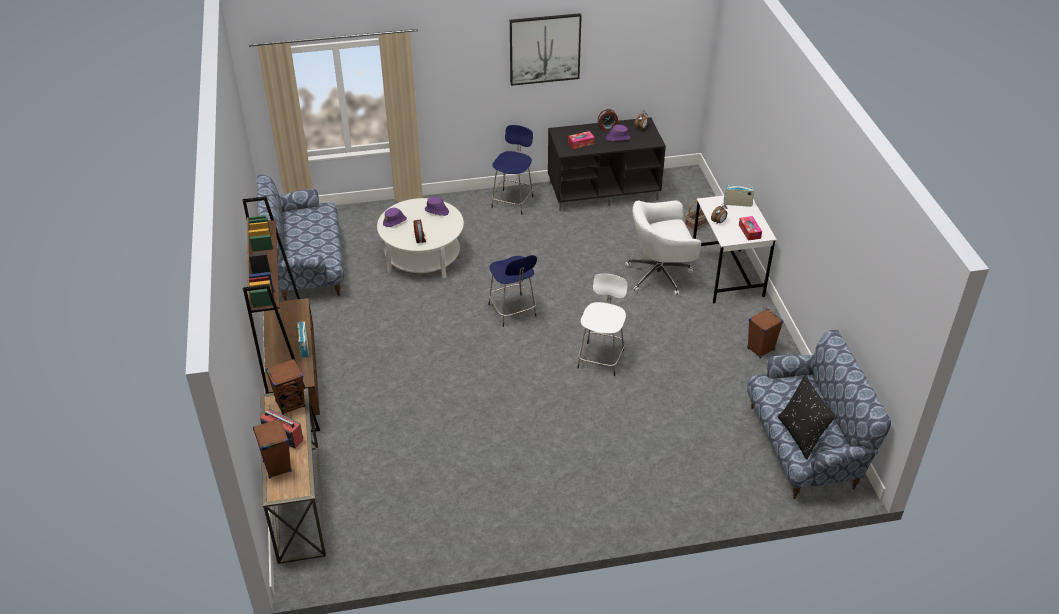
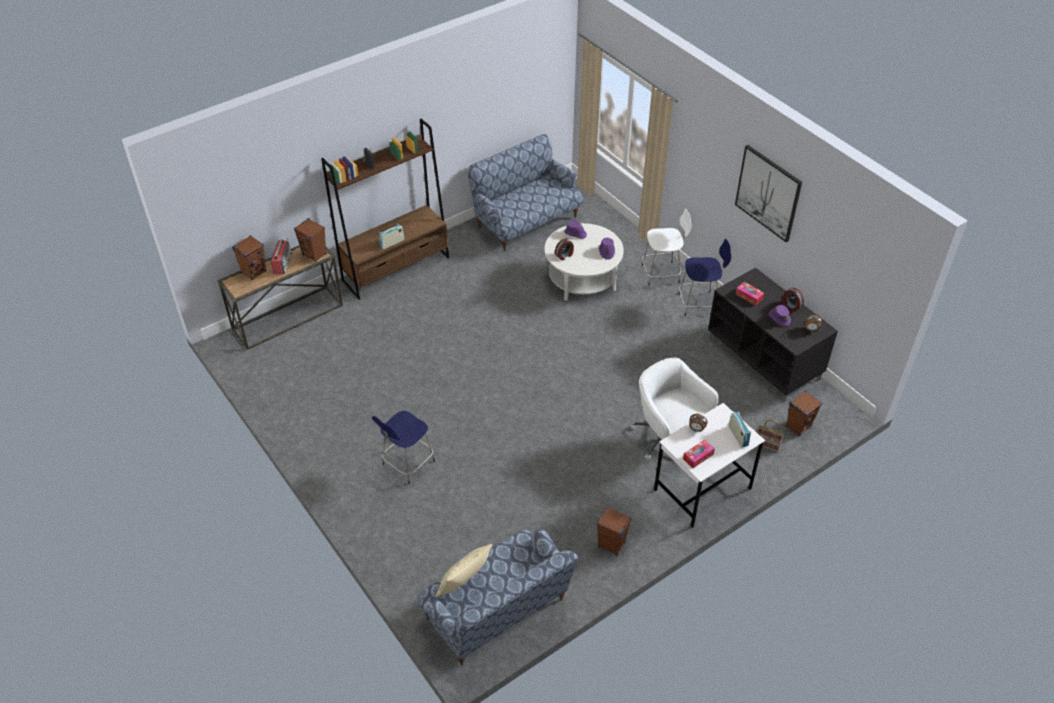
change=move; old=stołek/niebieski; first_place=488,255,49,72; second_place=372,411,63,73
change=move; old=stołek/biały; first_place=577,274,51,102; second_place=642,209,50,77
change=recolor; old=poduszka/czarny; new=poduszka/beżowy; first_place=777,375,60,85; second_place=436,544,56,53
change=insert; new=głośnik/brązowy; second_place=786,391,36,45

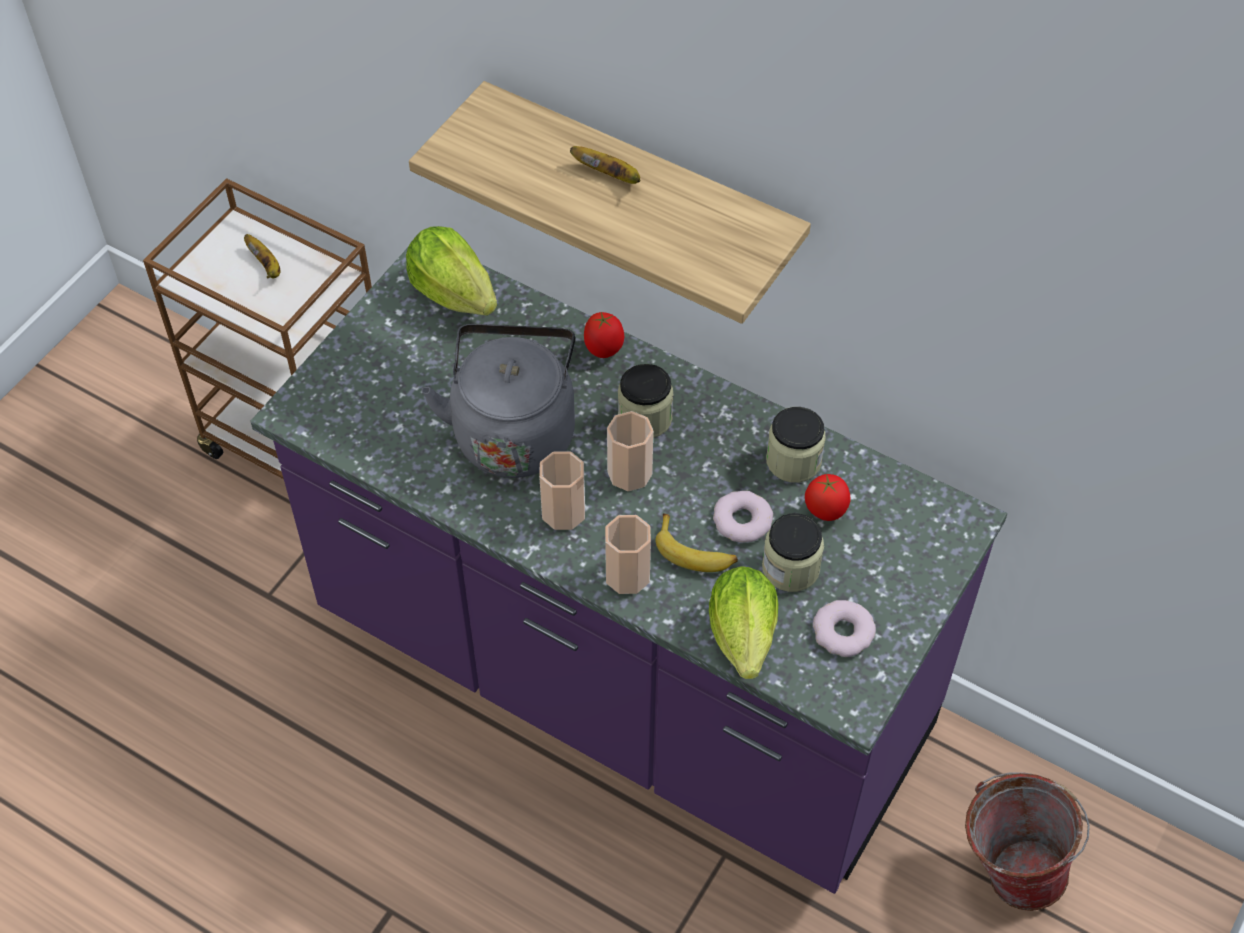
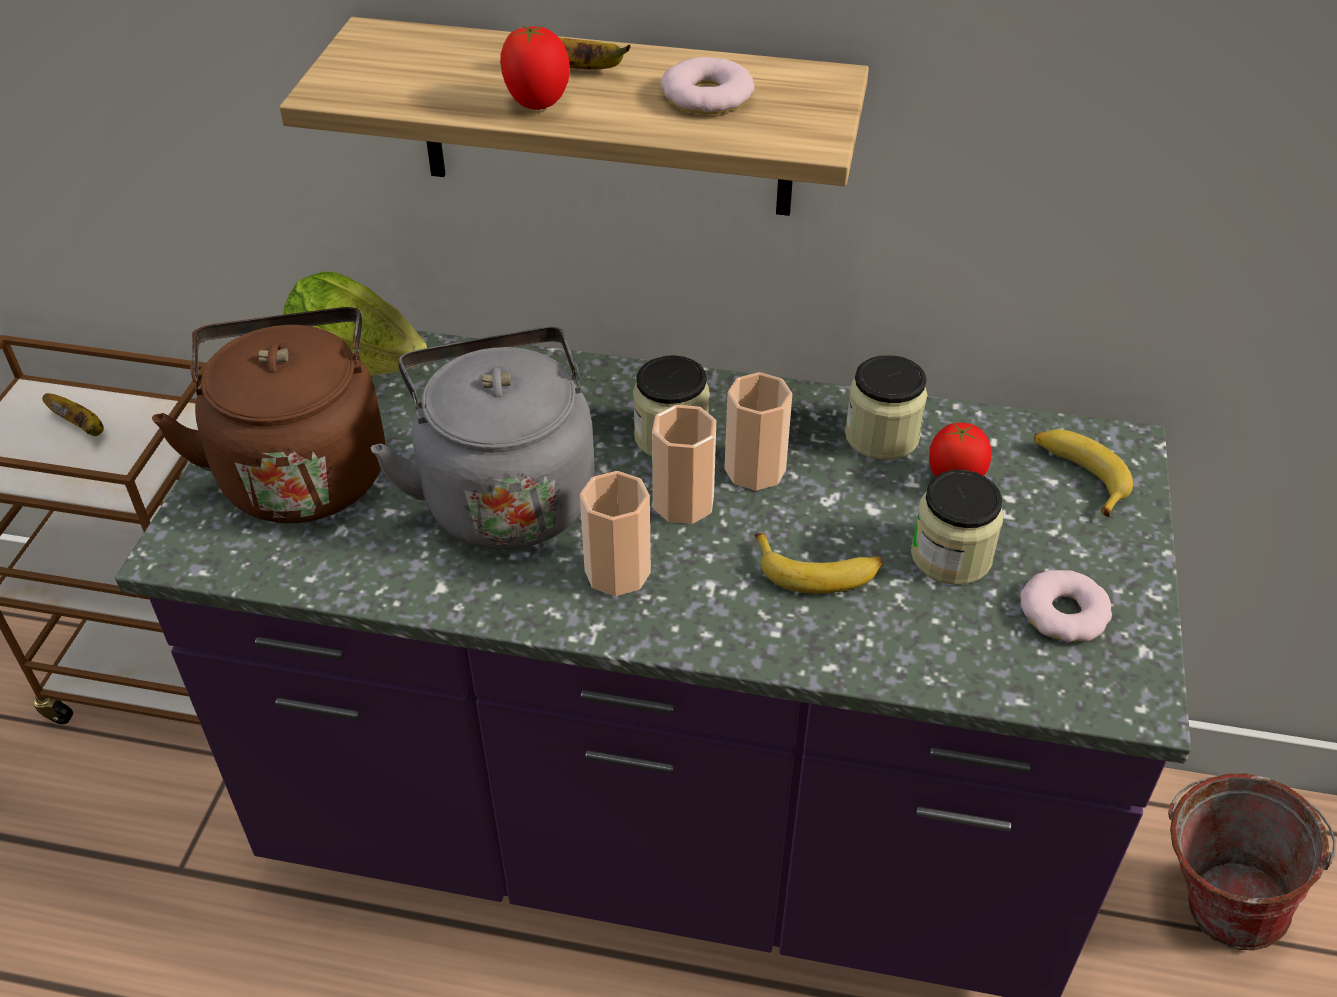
change=move; old=pomidor; first_place=584,312,40,46; second_place=500,25,70,85
change=move; old=filiżanka; first_place=605,515,46,79; second_place=725,372,67,119
change=delete; old=sałata; first_place=709,566,69,113
change=move; old=donut; first_place=713,491,60,52; second_place=661,57,94,57
change=insert; new=czajnik/brązowy; second_place=152,307,233,216
change=insert; new=banan; second_place=1034,429,99,88

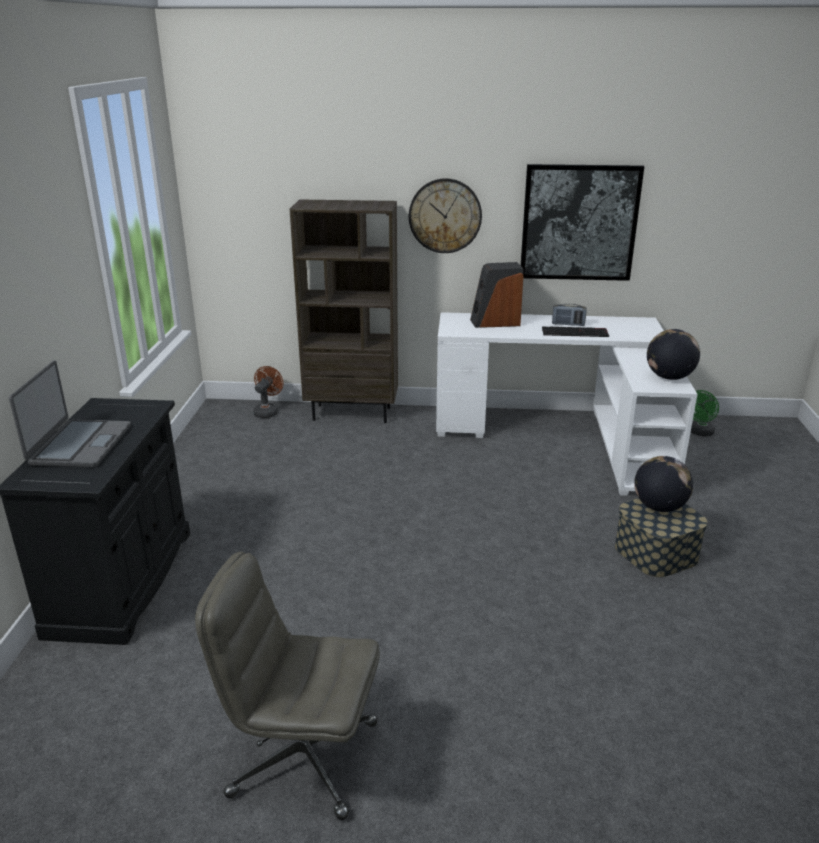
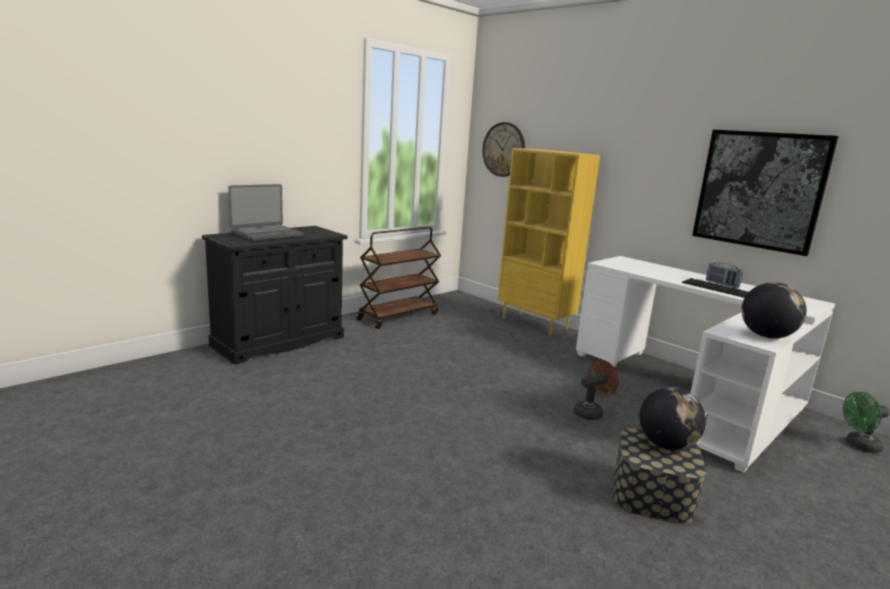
change=delete; old=krzesło biurowe/szary; first_place=195,552,185,268
change=move; old=wentylator/brązowy; first_place=253,366,31,52; second_place=573,360,46,60
change=recolor; old=regał/brązowy; new=regał/żółty; first_place=290,199,108,224; second_place=498,148,102,188
change=move; old=zegar ścienny; first_place=409,178,73,75; second_place=482,122,43,55
change=delete; old=głośnik; first_place=470,262,54,66
change=insert; new=wózek/brązowy; second_place=356,227,85,102

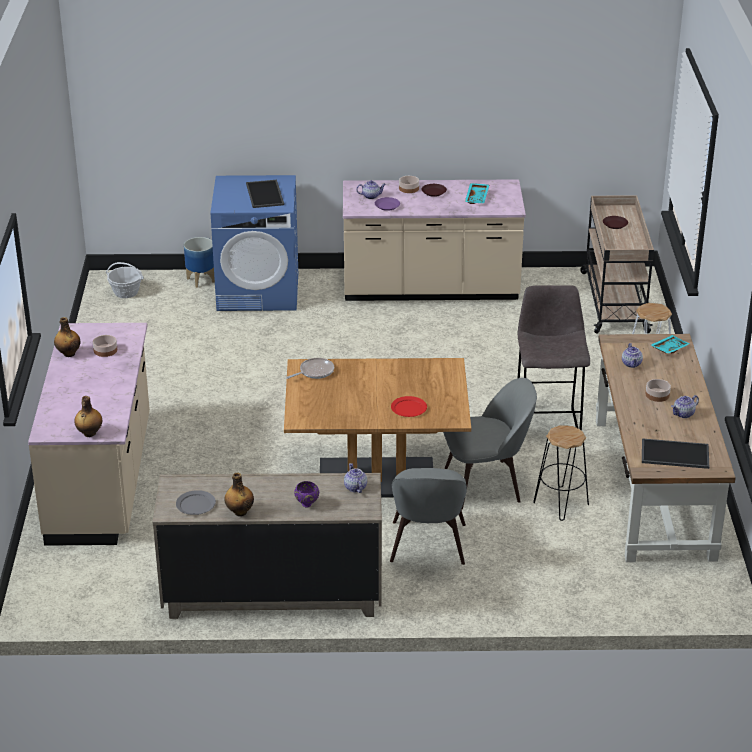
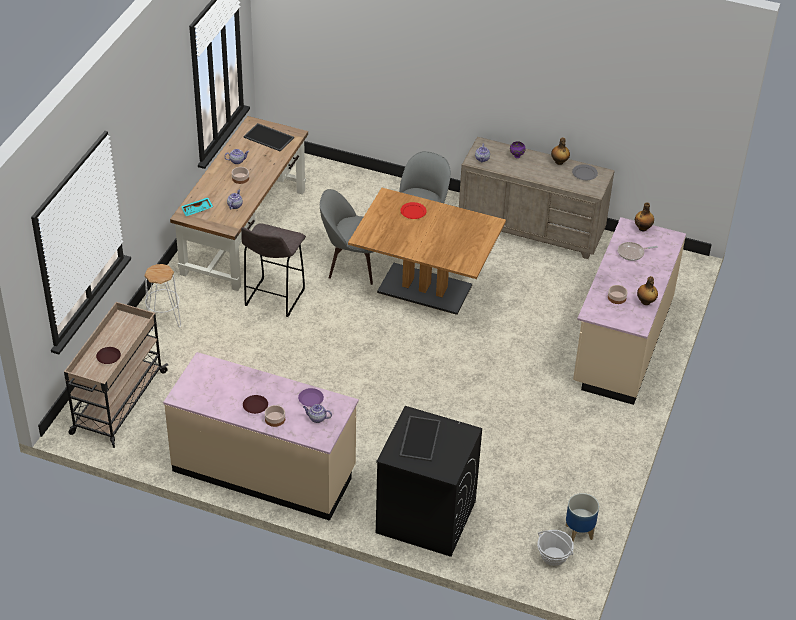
change=move; old=donica; first_place=184,237,31,51; second_place=566,493,33,48
change=recolor; old=pralka/niebieski; new=pralka/czarny; first_place=211,175,87,136; second_place=376,406,106,151
change=move; old=patelnia; first_place=286,358,48,21; second_place=618,242,40,19
change=delete; old=taca/turkusowy; first_place=465,183,24,21
change=delete; old=stołek/czarny; first_place=533,426,56,95

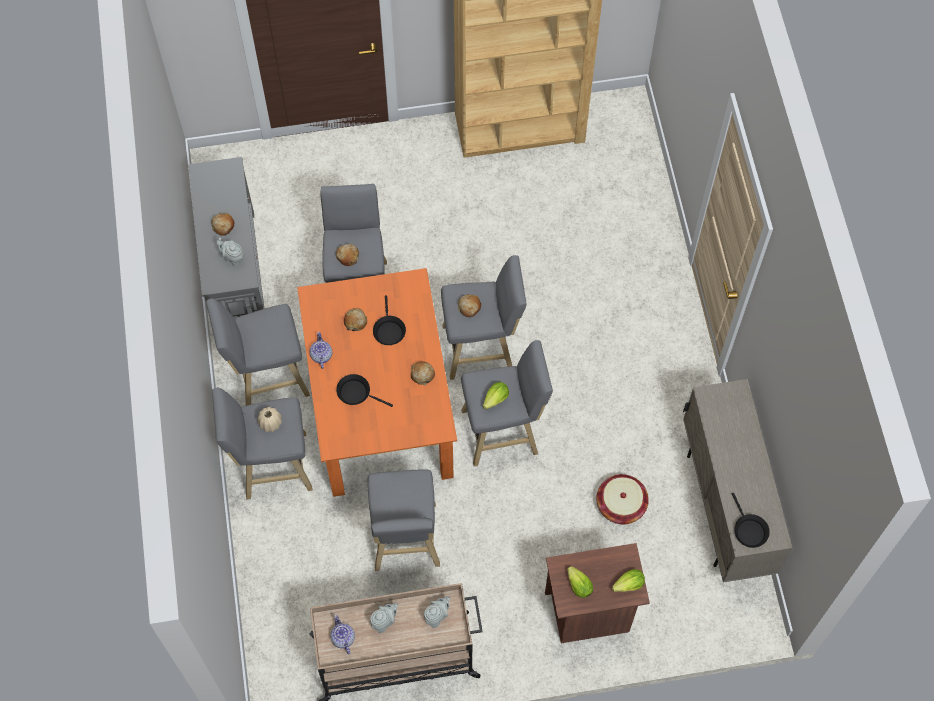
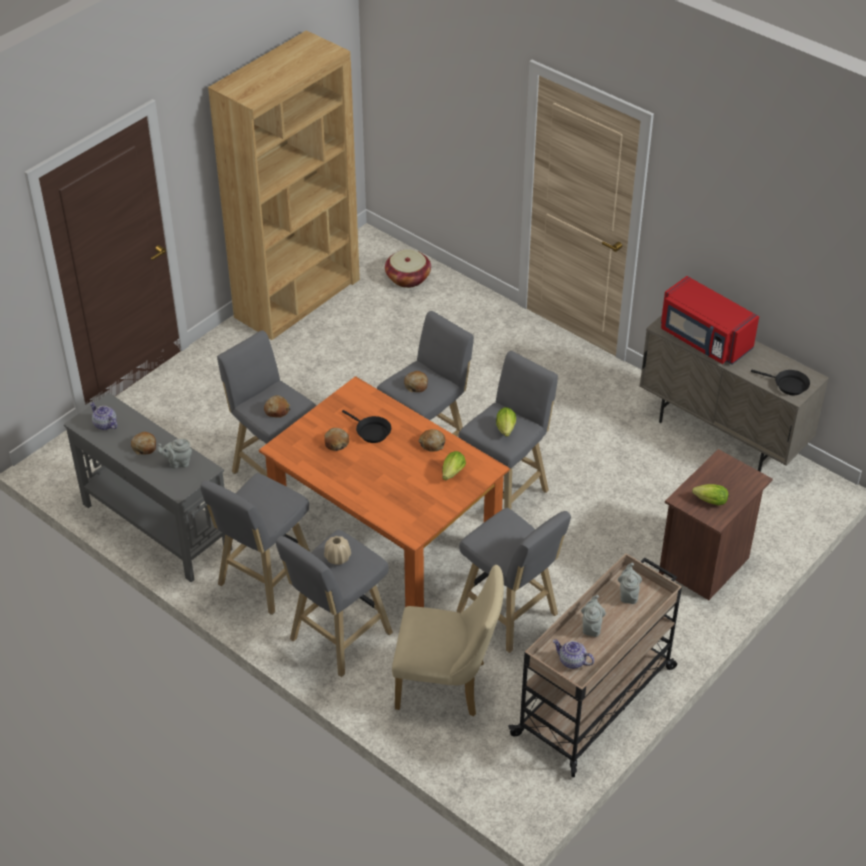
change=move; old=imbryk; first_place=310,332,22,37; second_place=90,402,28,28
change=delete; old=patelnia/czarny; first_place=336,374,57,33
change=move; old=koszyk; first_place=596,474,53,50; second_place=385,249,46,39
change=move; old=sałata; first_place=612,569,33,23; second_place=442,451,24,29
change=insert; new=krzesło/beżowy; second_place=392,565,112,152
change=insert; new=mikrofalówka/czerwony; second_place=661,276,98,89

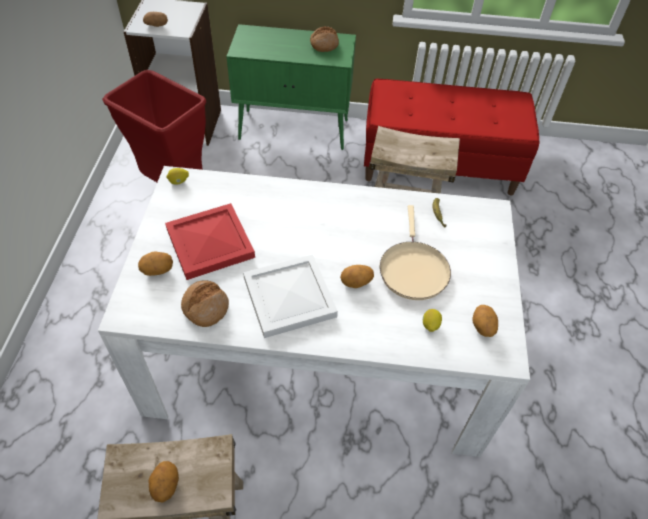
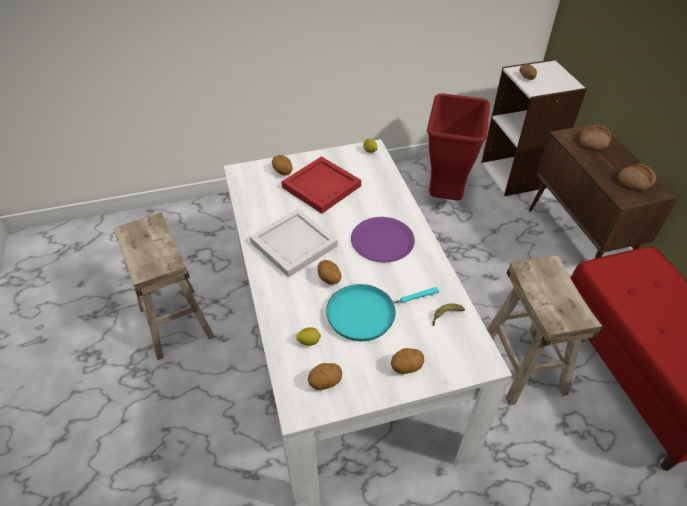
change=move; old=ziemniak; first_place=148,461,31,41; second_place=391,348,33,26
change=move; old=chleb; first_place=181,281,48,46; second_place=580,125,31,25
change=recolor; old=szafka/zielony; new=szafka/brązowy; first_place=226,24,130,126; second_place=529,123,149,136
change=recolor; old=patelnia/beżowy; new=patelnia/turkusowy; first_place=380,205,71,95; second_place=326,284,113,57
change=insert; new=talerz/fioletowy; second_place=351,217,64,45

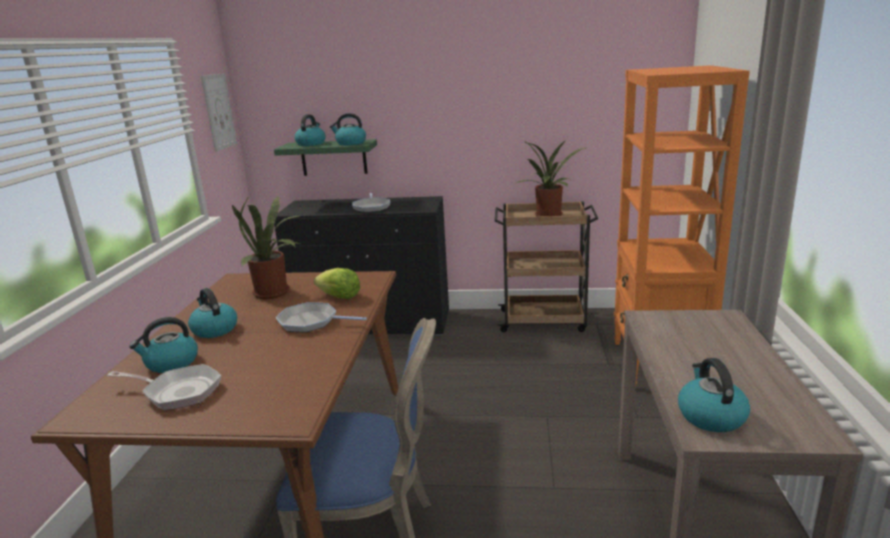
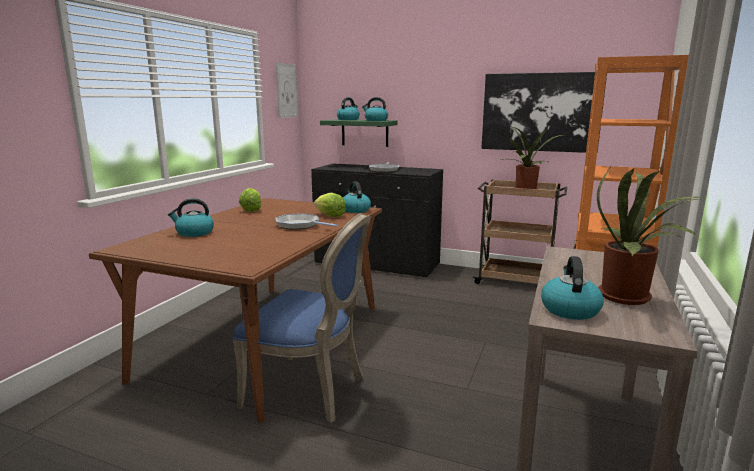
change=delete; old=patelnia; first_place=107,364,115,46
change=move; old=czajnik; first_place=188,288,49,50; second_place=343,181,28,32
change=move; old=roślina doniczkowa; first_place=232,196,68,103; second_place=597,166,103,139
change=insert; new=sałata; second_place=239,188,23,24
change=insert; new=obraz; second_place=481,72,126,81

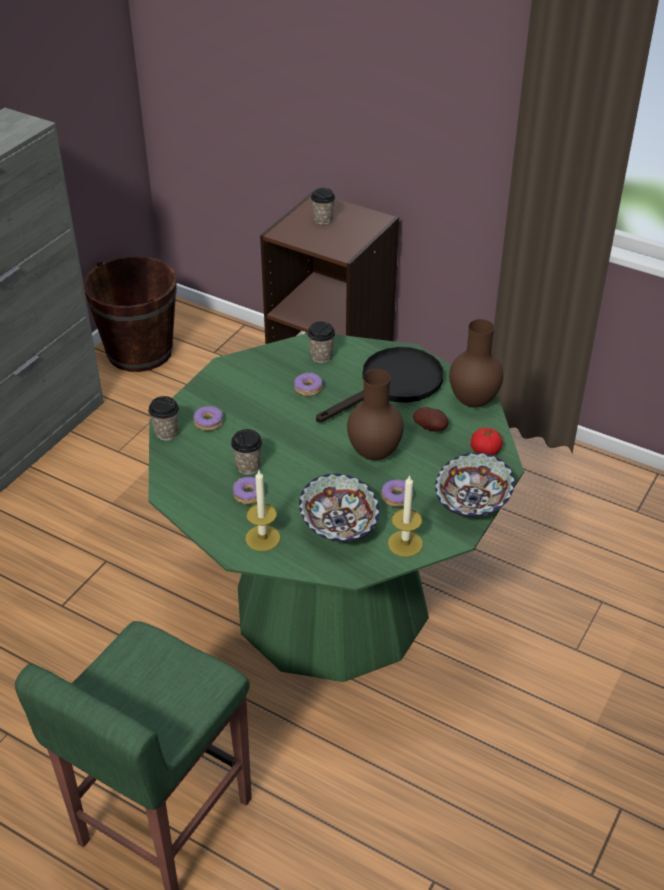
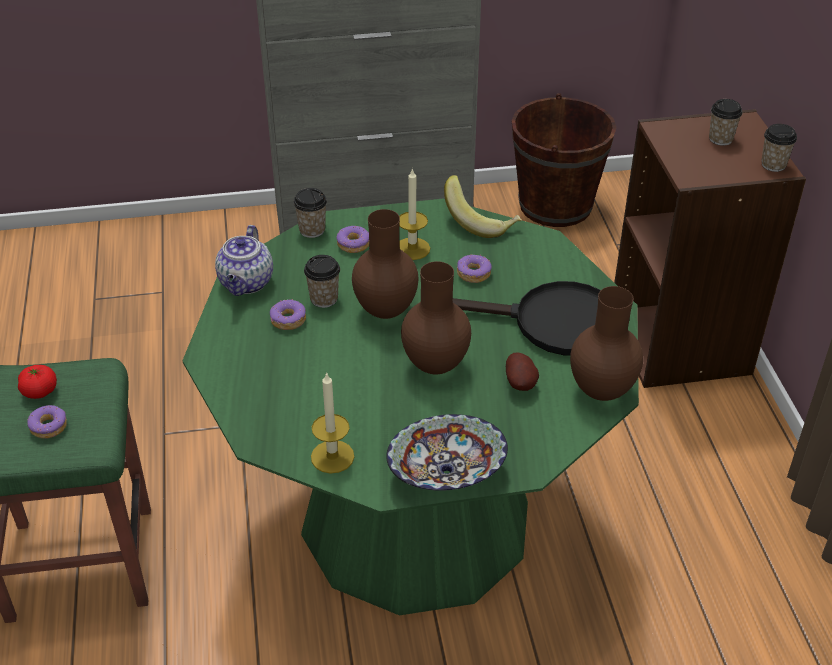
change=move; old=świeca; first_place=245,470,35,81; second_place=399,168,31,92
change=delete; old=miska; first_place=299,474,81,68
change=move; old=filiżanka; first_place=307,321,28,42; second_place=761,124,36,48
change=move; old=donut; first_place=381,479,32,28; second_place=27,405,40,34
change=move; old=pomidor; first_place=471,428,32,27; second_place=18,365,39,34
change=insert; new=imbryk; second_place=215,225,58,71
change=insert; new=wazon/brązowy; second_place=352,209,66,110
change=insert; new=banan; second_place=444,175,78,63

